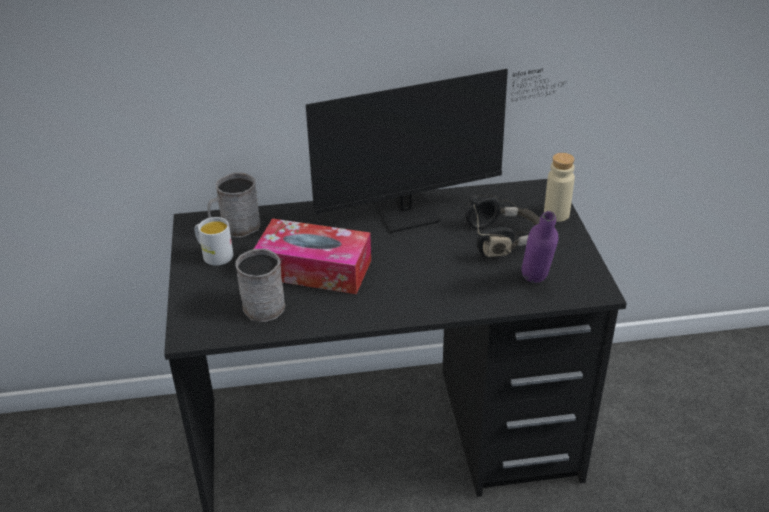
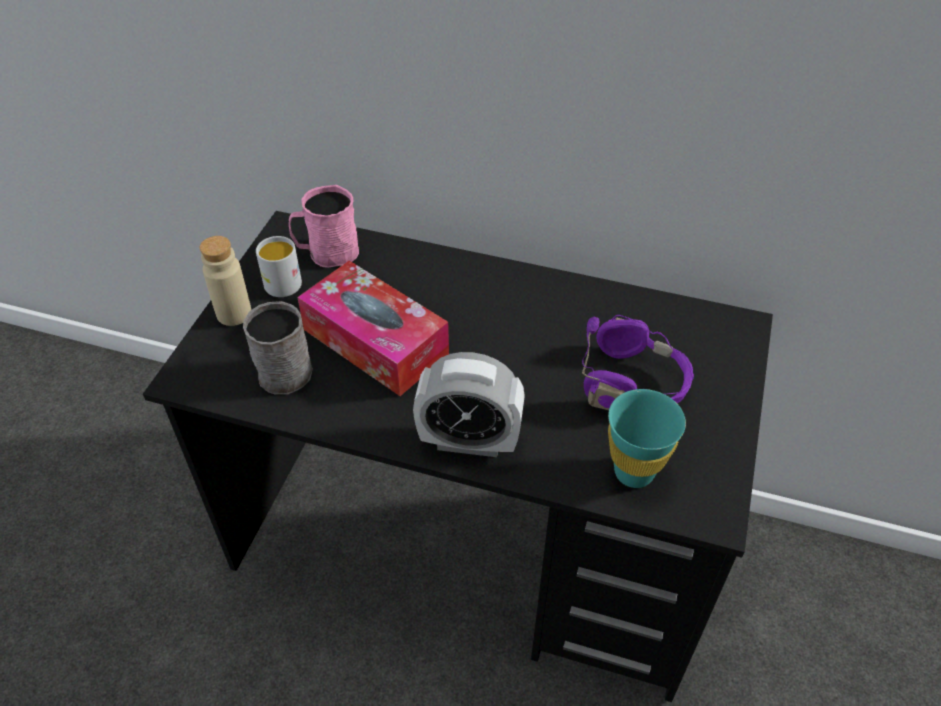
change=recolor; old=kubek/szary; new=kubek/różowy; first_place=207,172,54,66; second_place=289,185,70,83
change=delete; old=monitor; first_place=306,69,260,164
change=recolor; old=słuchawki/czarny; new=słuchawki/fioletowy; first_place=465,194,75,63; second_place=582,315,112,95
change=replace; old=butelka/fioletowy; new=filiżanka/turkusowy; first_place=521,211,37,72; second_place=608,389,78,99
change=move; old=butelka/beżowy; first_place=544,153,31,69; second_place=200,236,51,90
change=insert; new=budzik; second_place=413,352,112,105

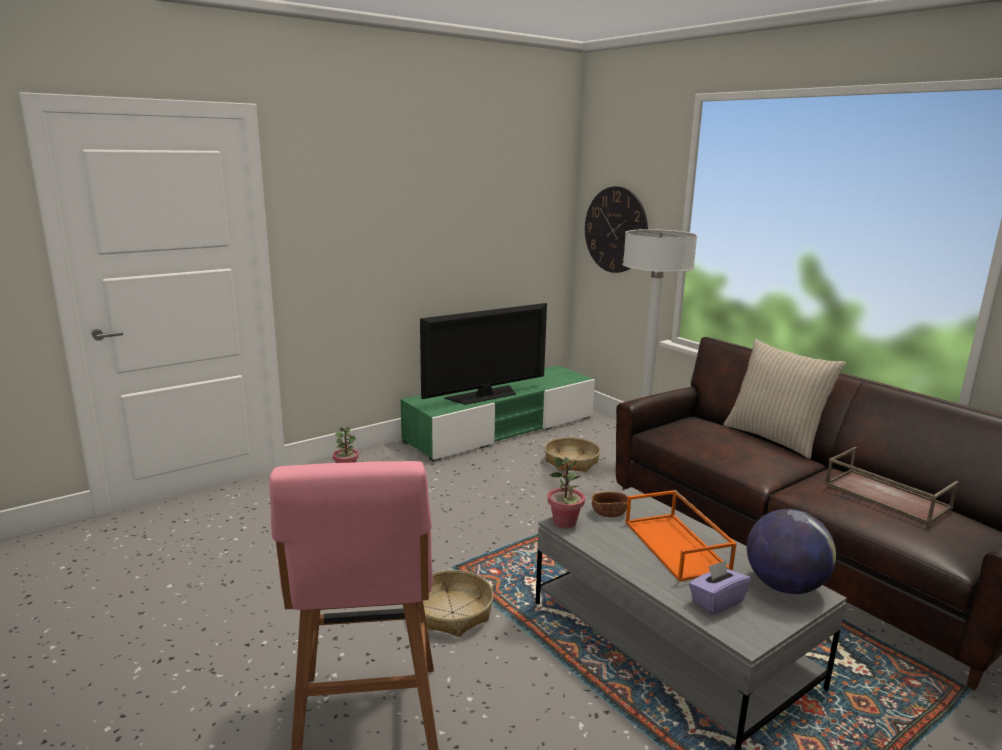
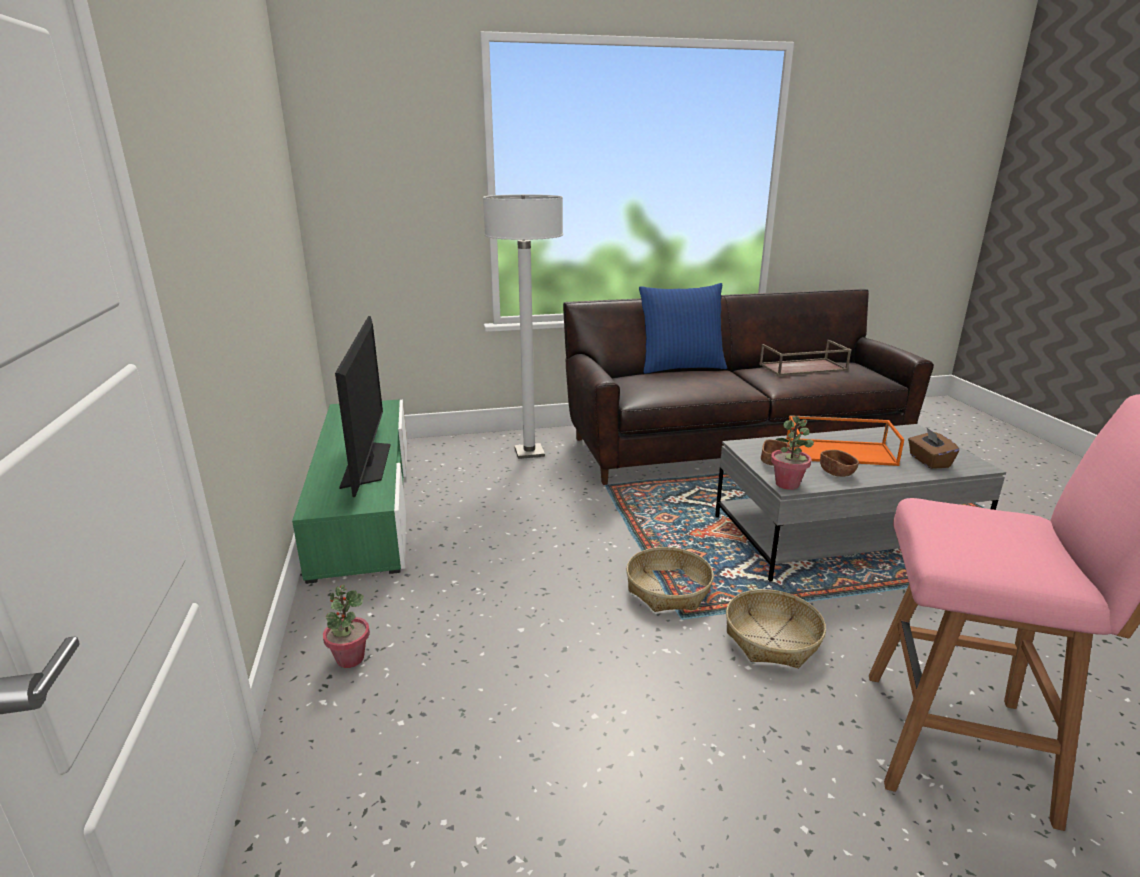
change=move; old=koszyk; first_place=545,437,55,35; second_place=626,547,88,65
change=delete; old=zegar ścienny; first_place=585,186,63,87
change=recolor; old=pudełko chusteczek/fioletowy; new=pudełko chusteczek/brązowy; first_place=689,560,62,55; second_place=908,428,51,41
change=recolor; old=poduszka/beżowy; new=poduszka/niebieski; first_place=723,339,123,120; second_place=639,283,88,91
change=delete; old=globus; first_place=747,509,89,85
change=insert; new=miska/brązowy; second_place=820,450,39,27

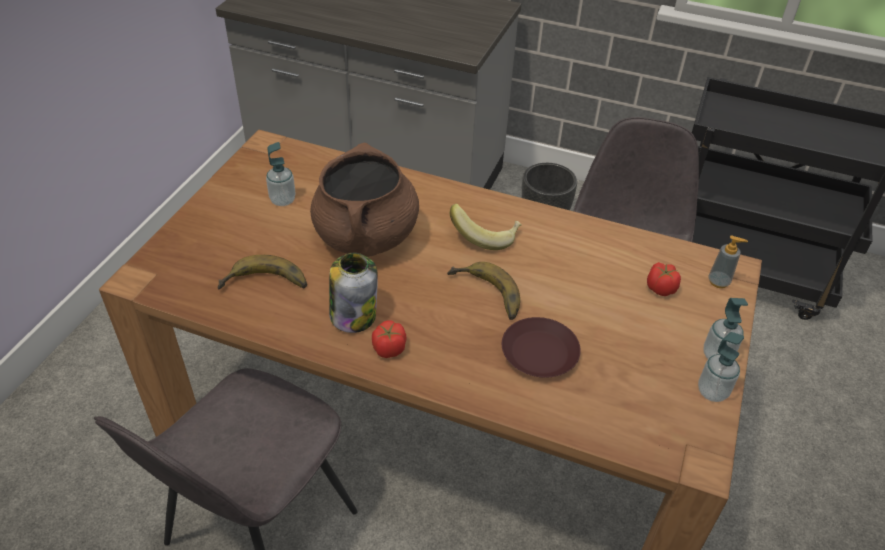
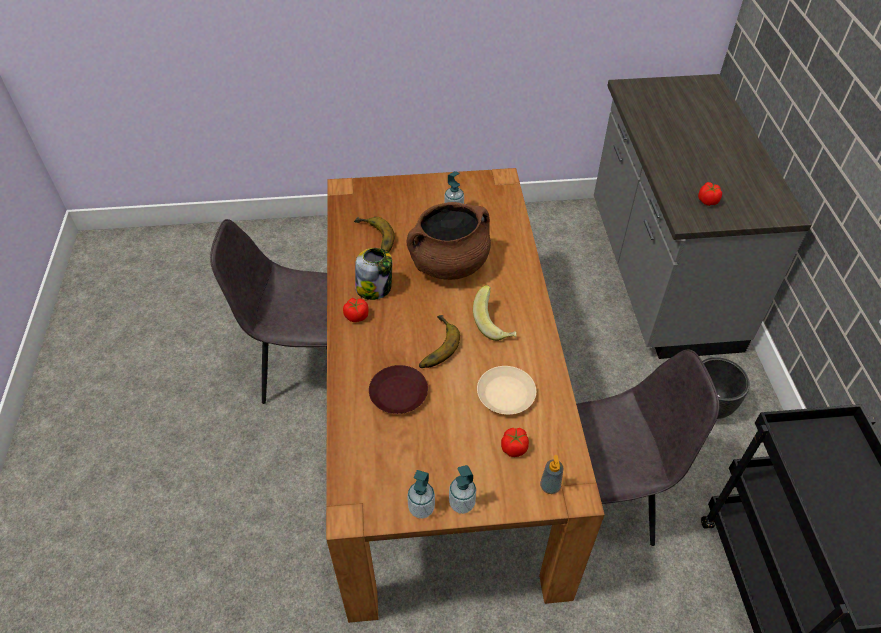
change=insert; new=talerz/beżowy; second_place=477,366,59,48
change=insert; new=pomidor; second_place=698,182,24,24

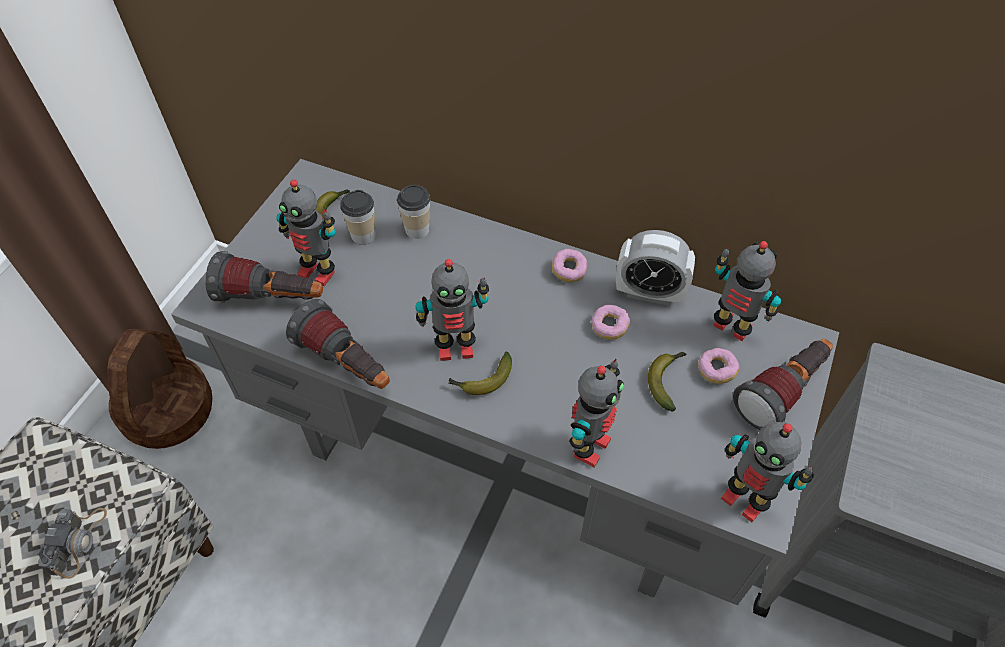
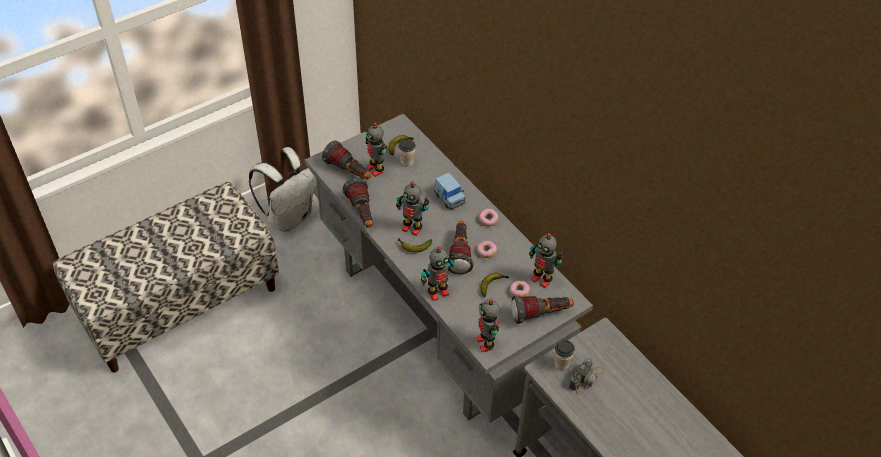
change=move; old=aparat fotograficzny; first_place=38,508,69,71; second_place=569,358,36,37
change=replace; old=koszyk; new=plecak/biały; first_place=108,329,104,120; second_place=249,147,68,85
change=move; old=filiżanka; first_place=397,185,33,54; second_place=554,340,21,30
change=delete; old=budzik; first_place=616,230,79,76
change=rotate; old=robot zabawkowy; first_place=713,241,68,100; second_place=529,233,35,55; degrees=150
change=insert; new=samochodzik/niebieski; second_place=434,173,32,36
change=insert; new=latarka; second_place=448,221,26,53

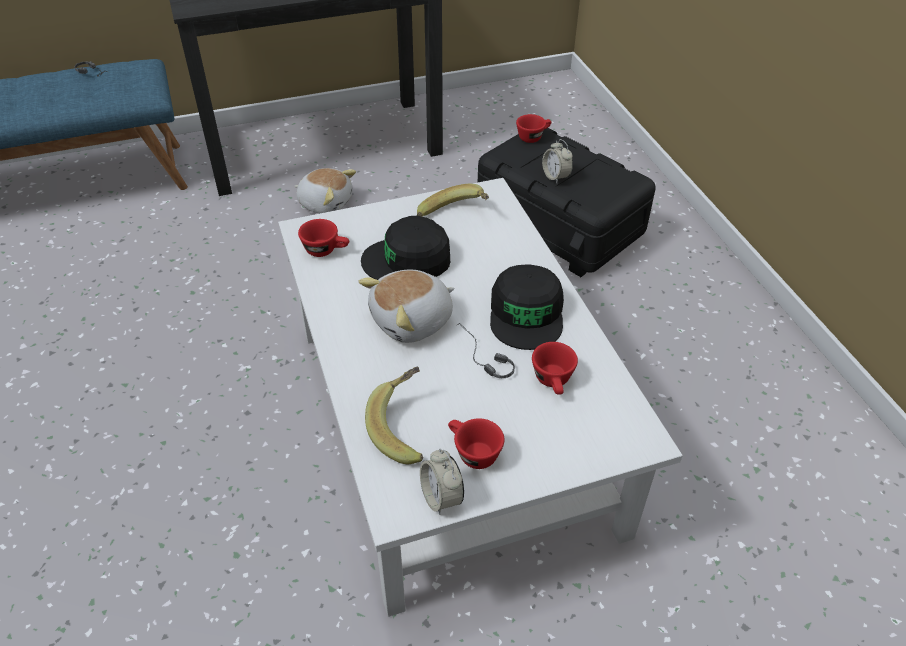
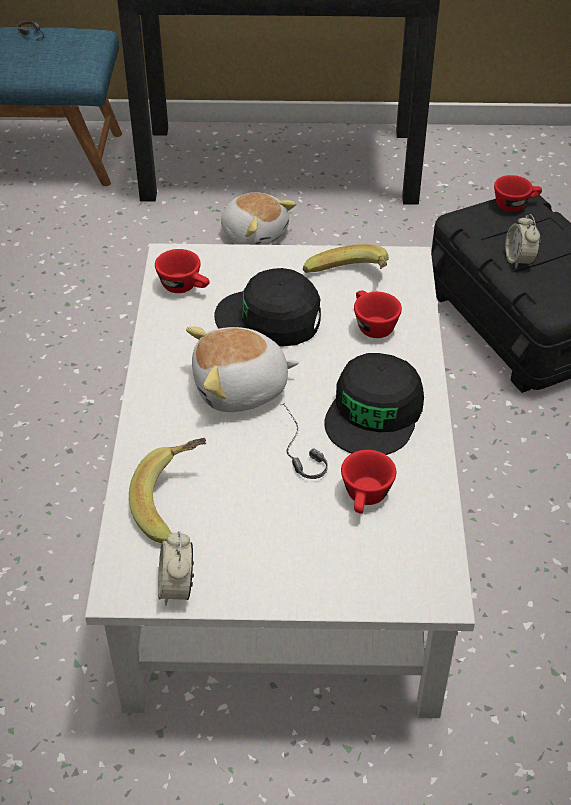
change=move; old=filiżanka/czerwony; first_place=448,418,56,51; second_place=354,290,48,48

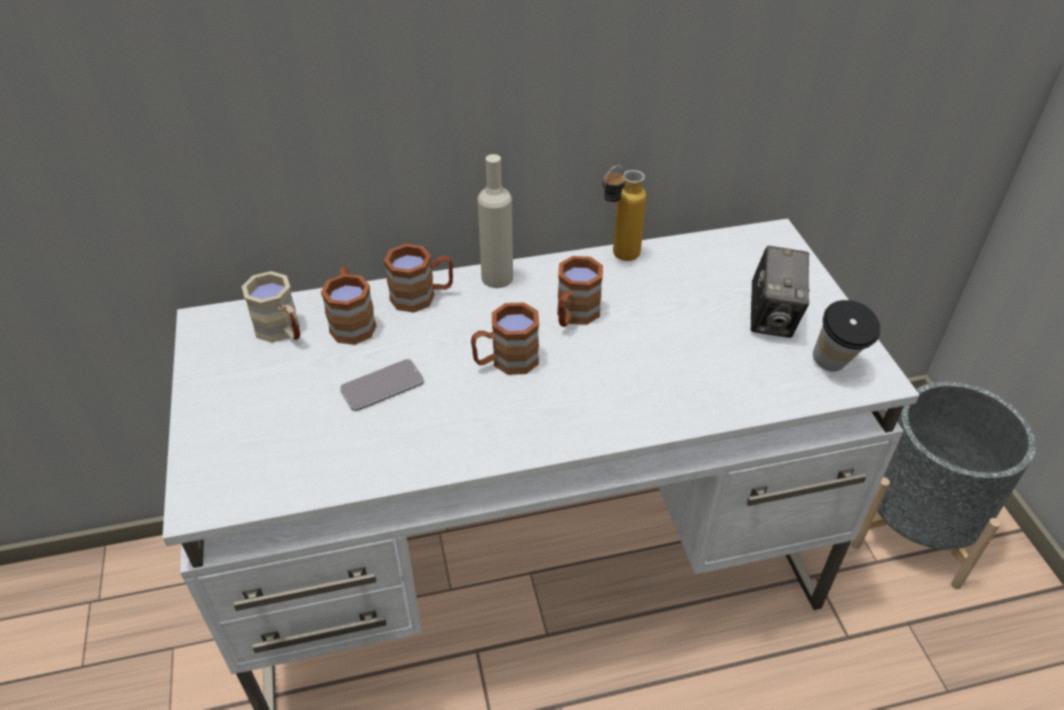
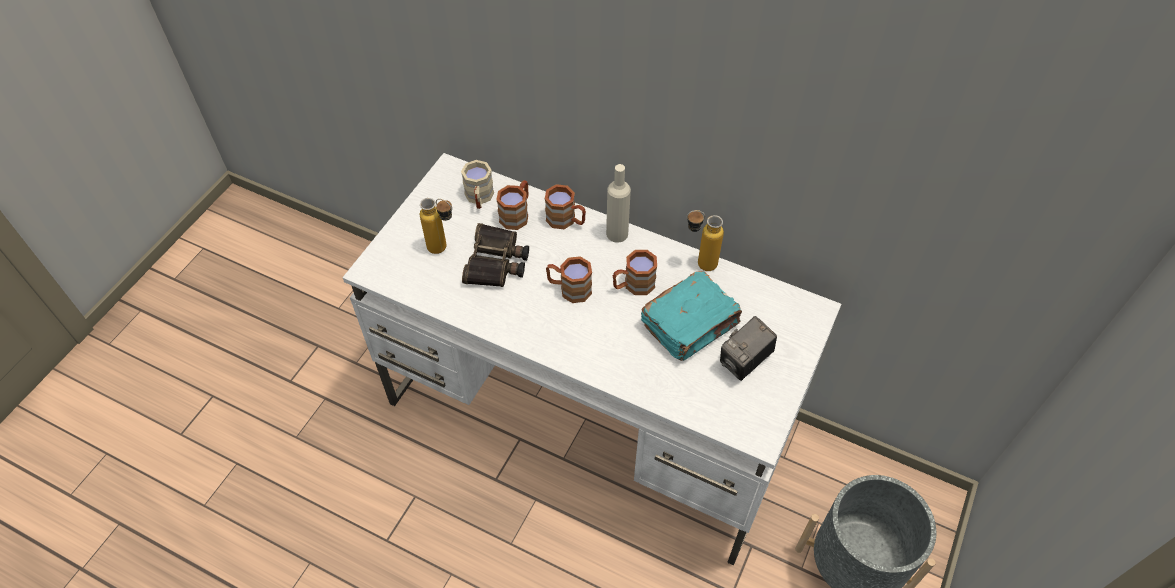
change=replace; old=telefon; new=lornetka; first_place=340,359,84,52; second_place=462,223,67,64
change=delete; old=filiżanka; first_place=813,300,68,72
change=insert; new=butelka; second_place=420,198,32,56
change=insert; new=książka/turkusowy; second_place=641,271,101,90

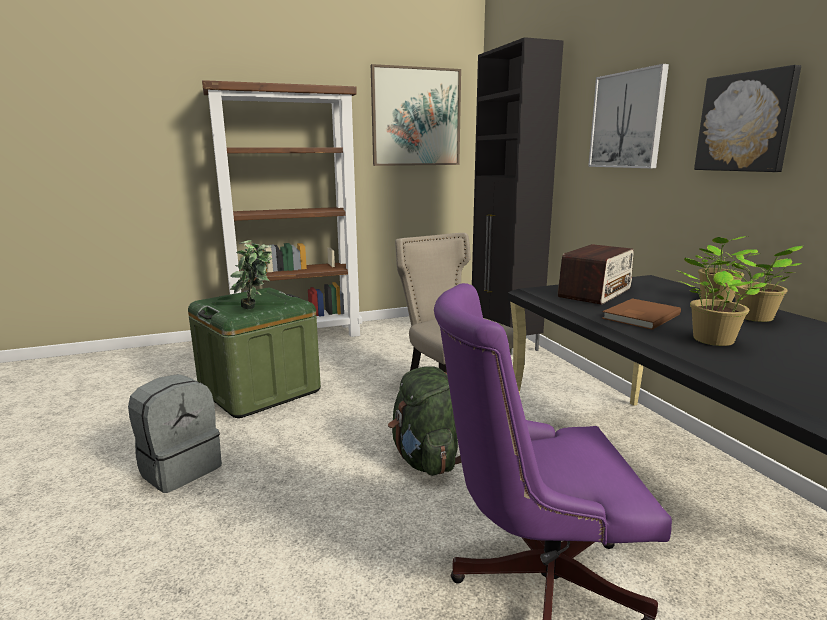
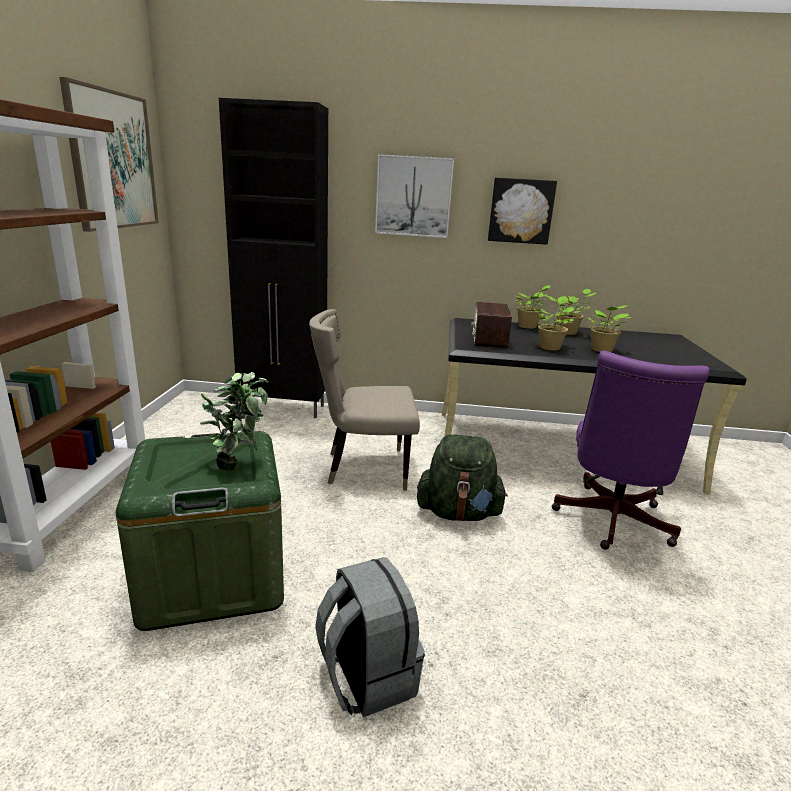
change=rotate; old=radio; first_place=558,244,76,61; second_place=471,302,41,46; degrees=-150
change=replace; old=książka/brązowy; new=roślina doniczkowa; first_place=602,298,79,32; second_place=534,296,40,55

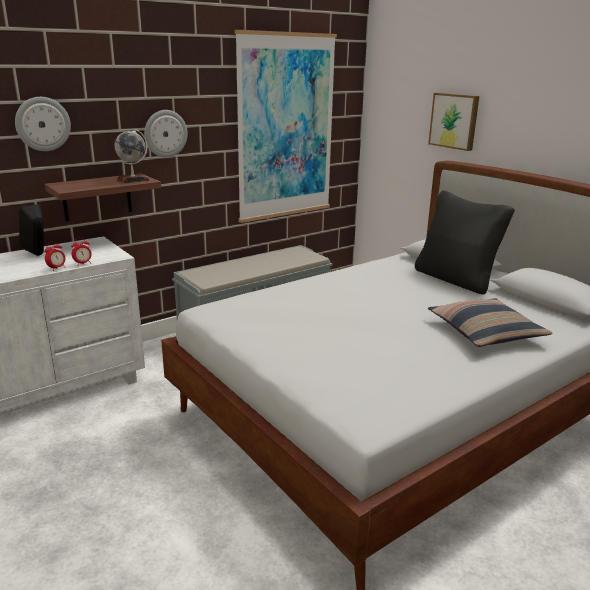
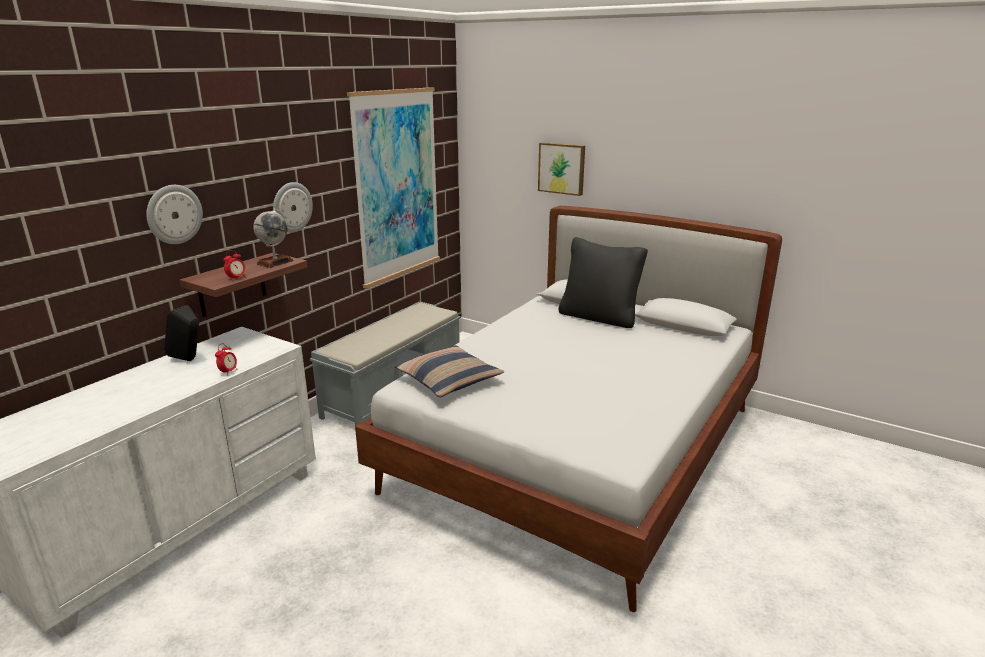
change=move; old=budzik; first_place=71,237,21,29; second_place=223,250,22,31
change=move; old=poduszka; first_place=428,298,125,49; second_place=394,345,110,52

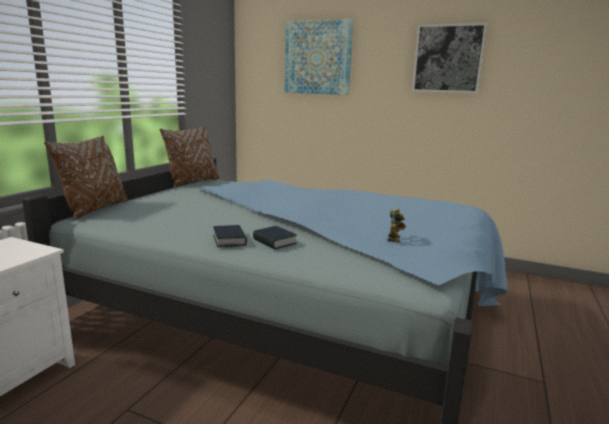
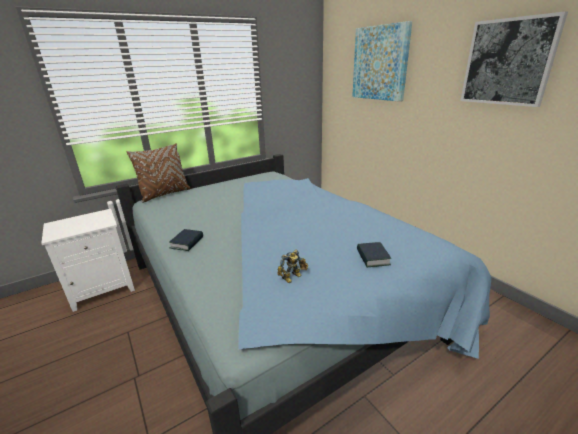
change=delete; old=poduszka/brązowy; first_place=160,127,59,61
change=move; old=książka; first_place=253,226,44,24; second_place=357,242,34,25

